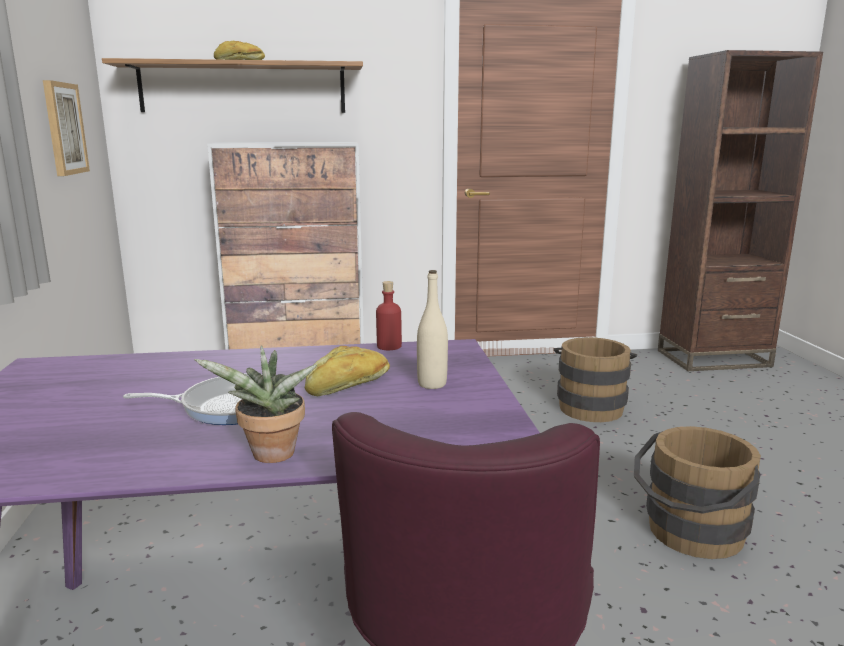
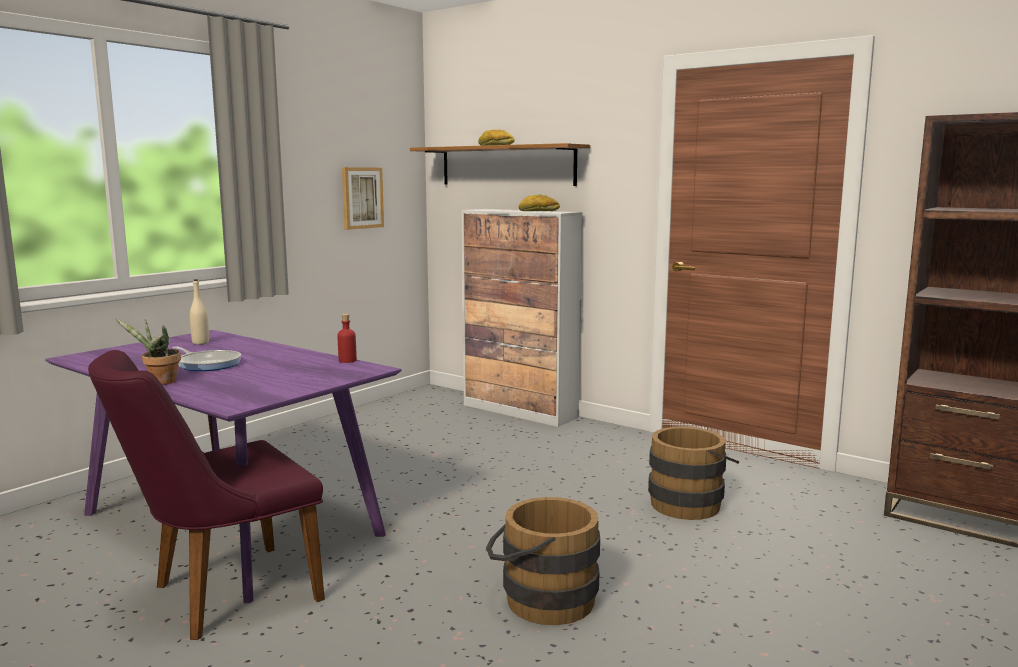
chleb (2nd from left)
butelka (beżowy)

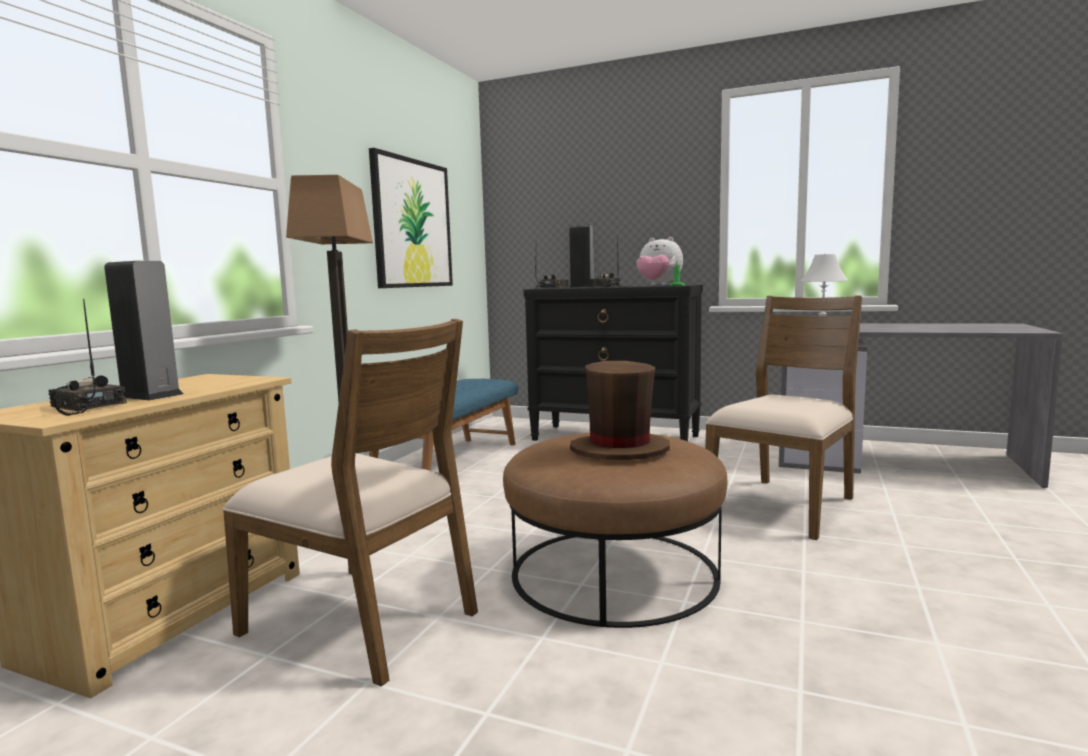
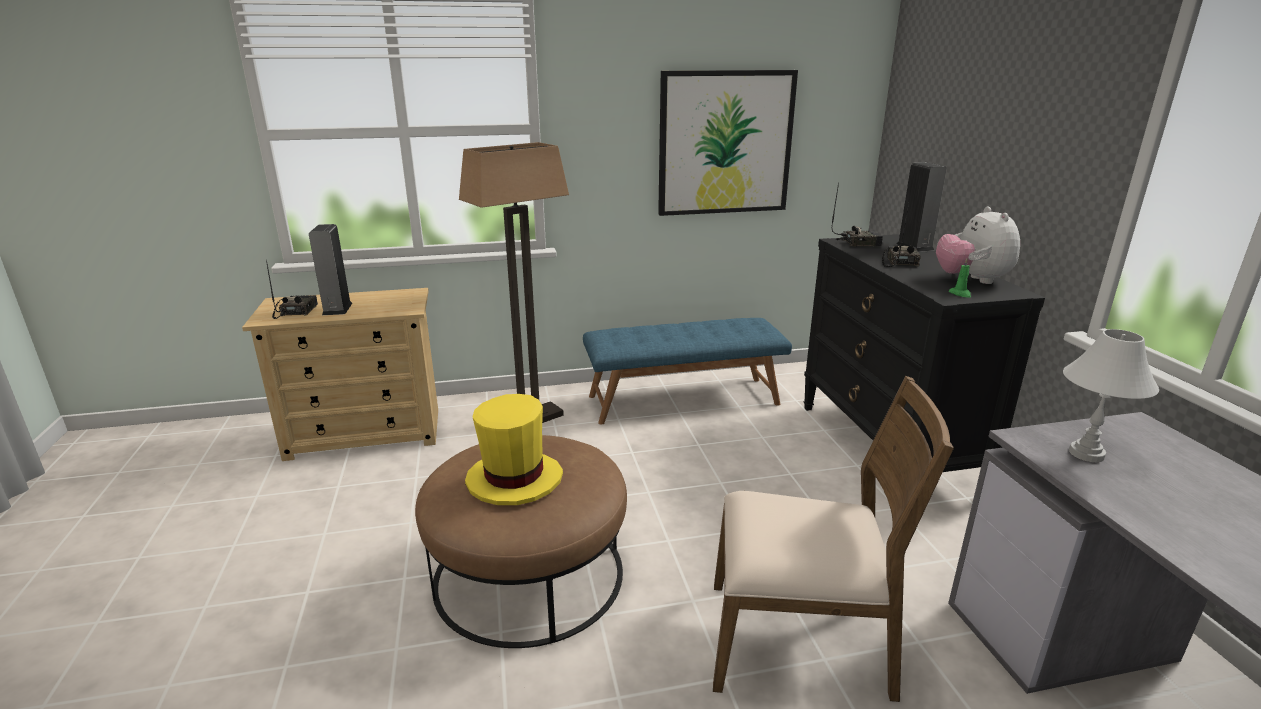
krzesło (brązowy) (1st from left in the first image)
kapelusz (żółty)

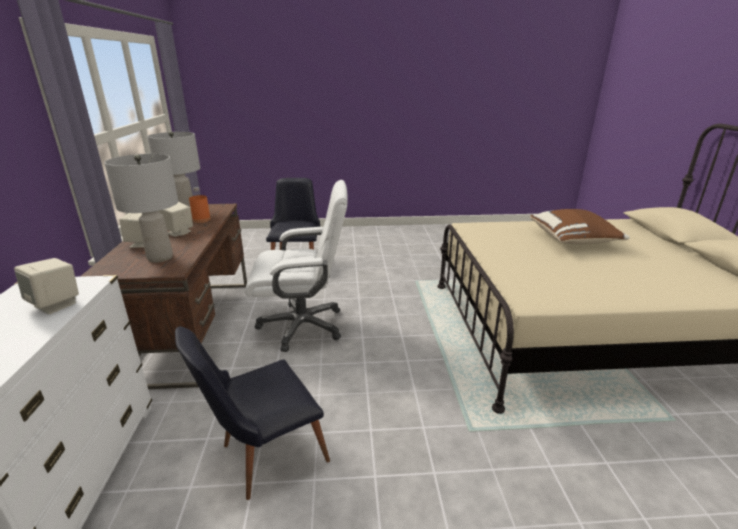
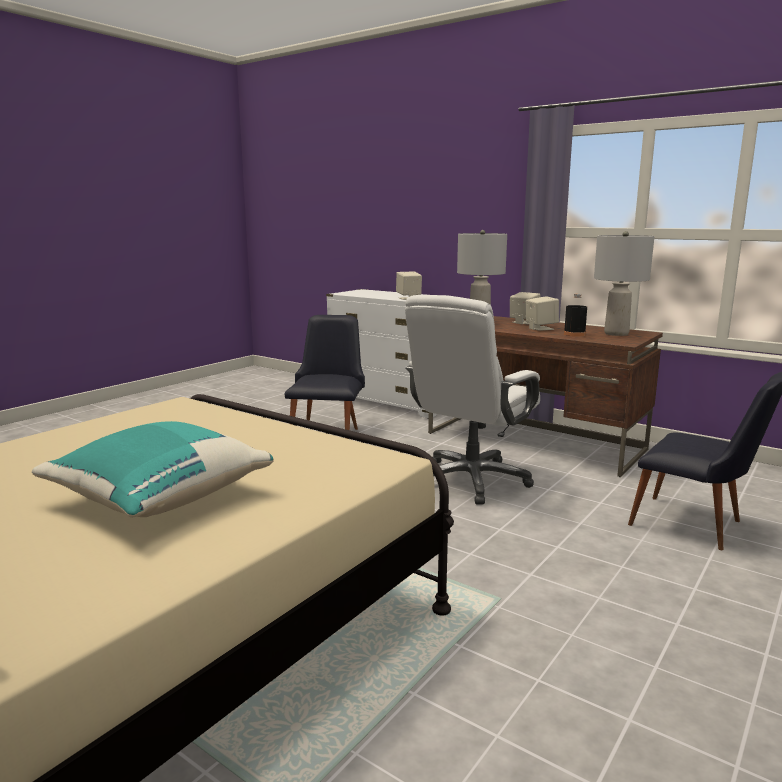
butelka (czarny)
poduszka (turkusowy)

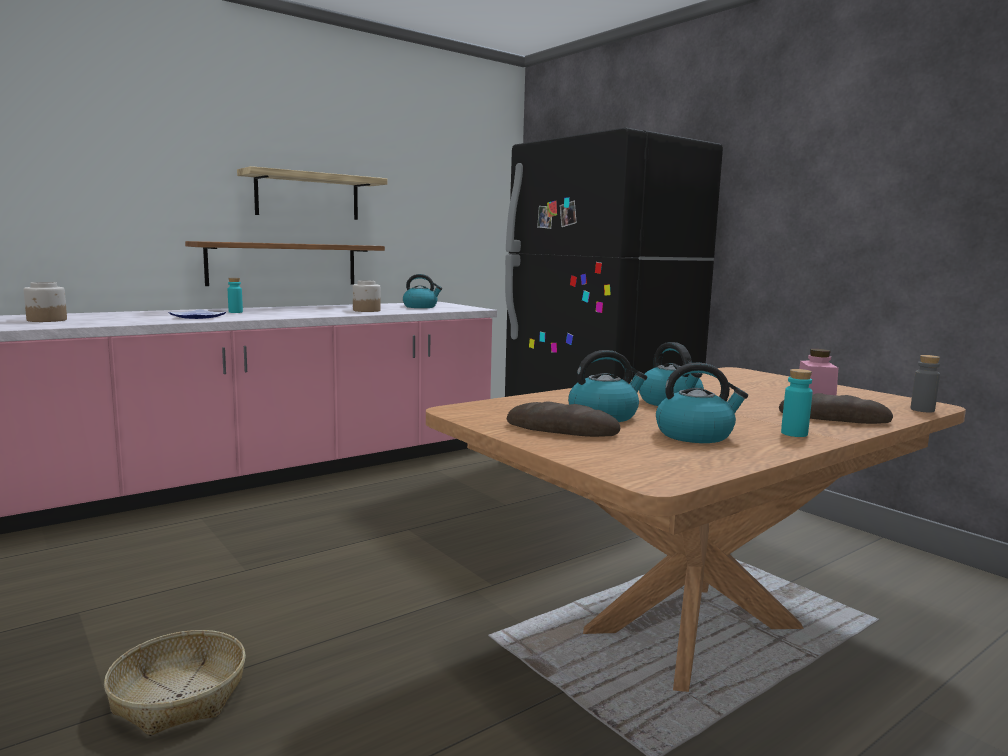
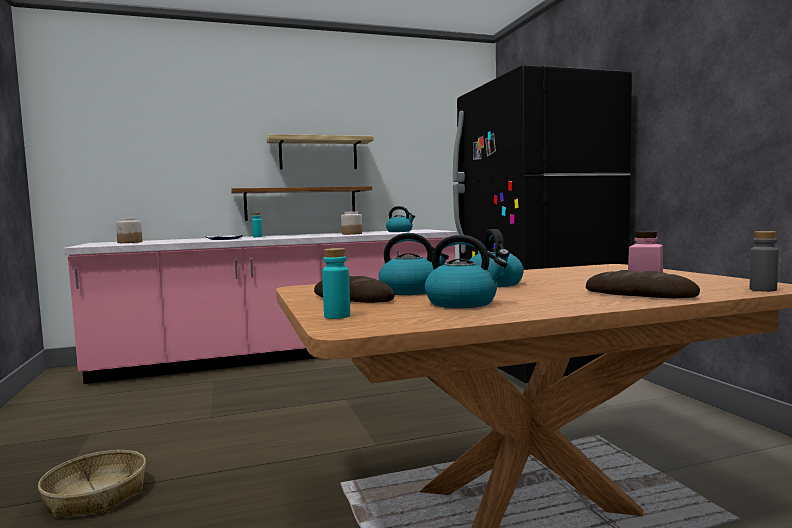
butelka (turkusowy) (2nd from left)

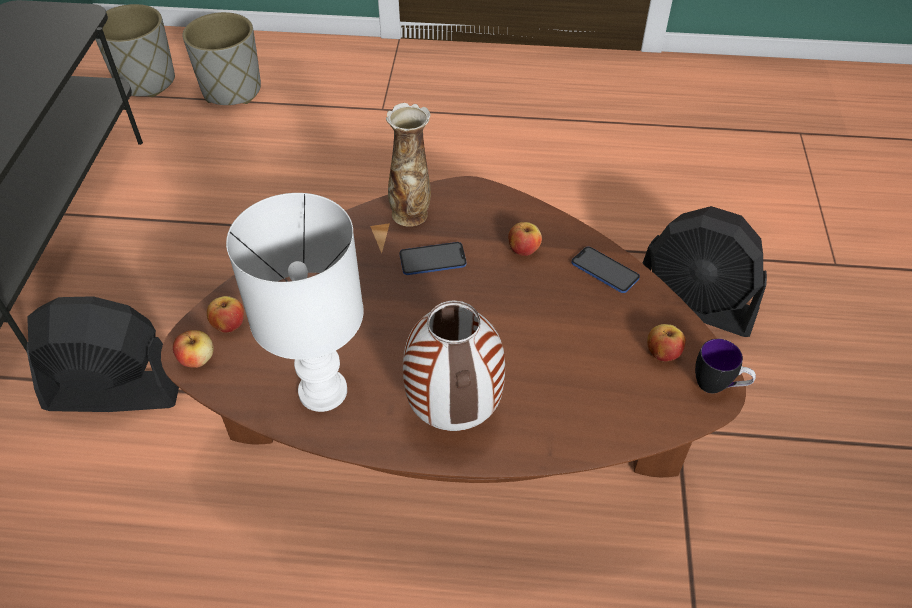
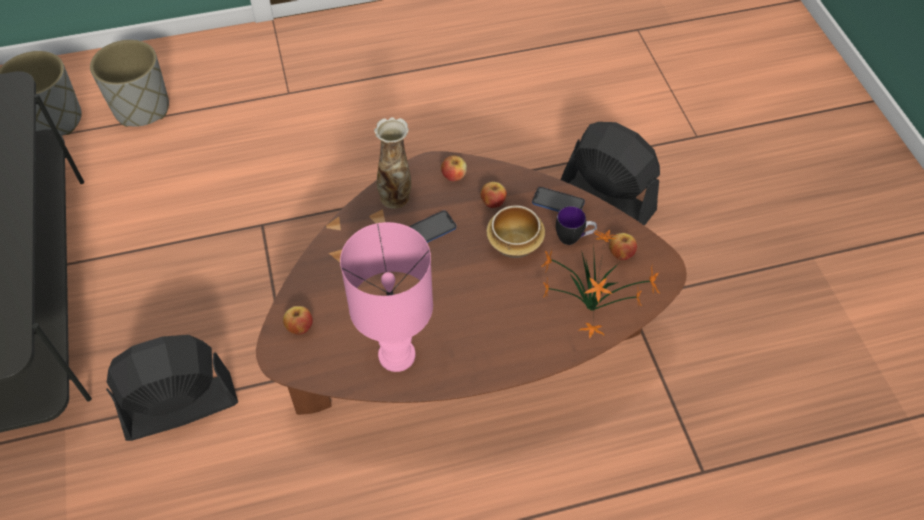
wazon (2nd from left in the first image)
miska
roślina doniczkowa
jabłko (2nd from left)
kubek
lampa stołowa (różowy)
wentylator (czarny) (2nd from left)

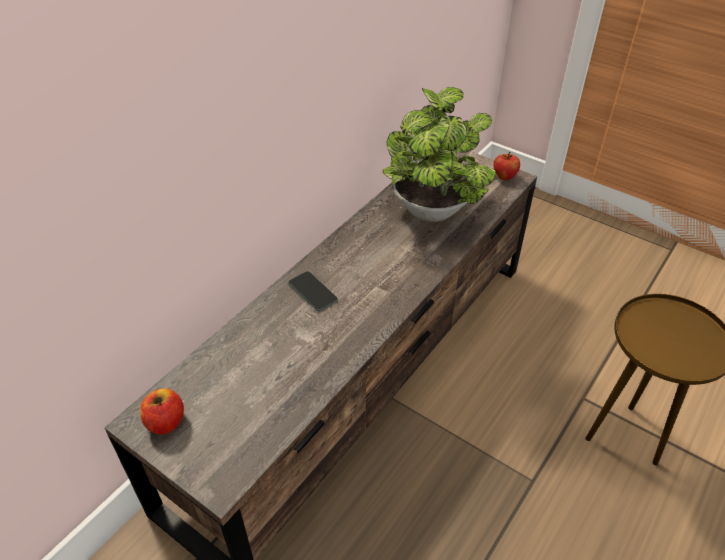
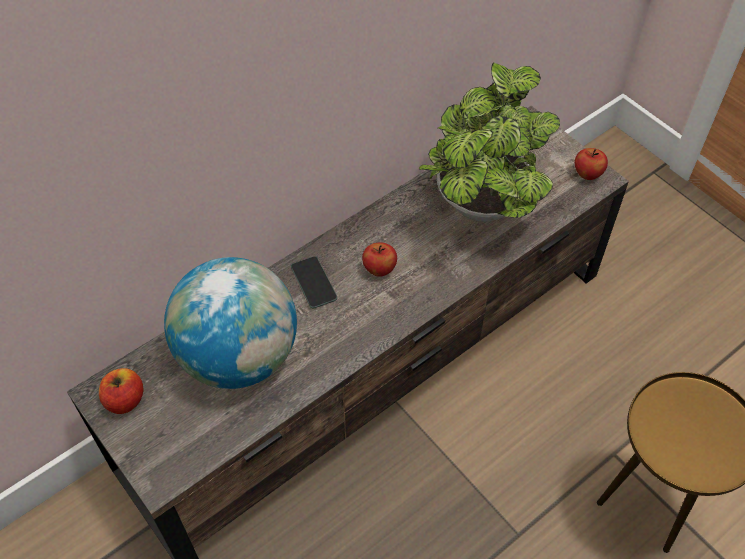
globus
jabłko (2nd from left)

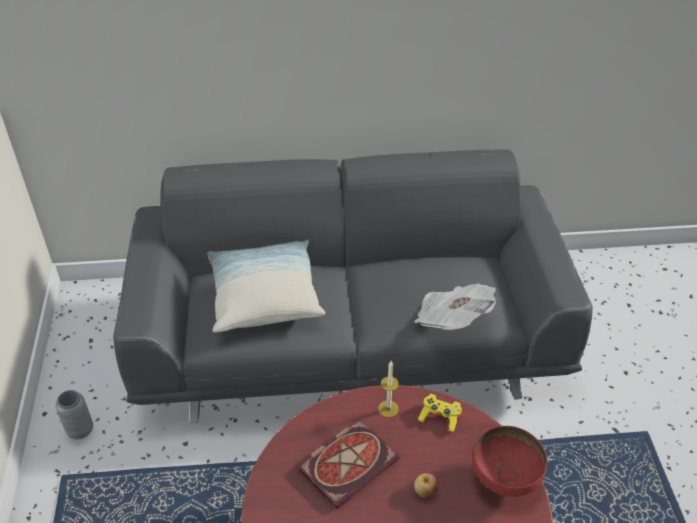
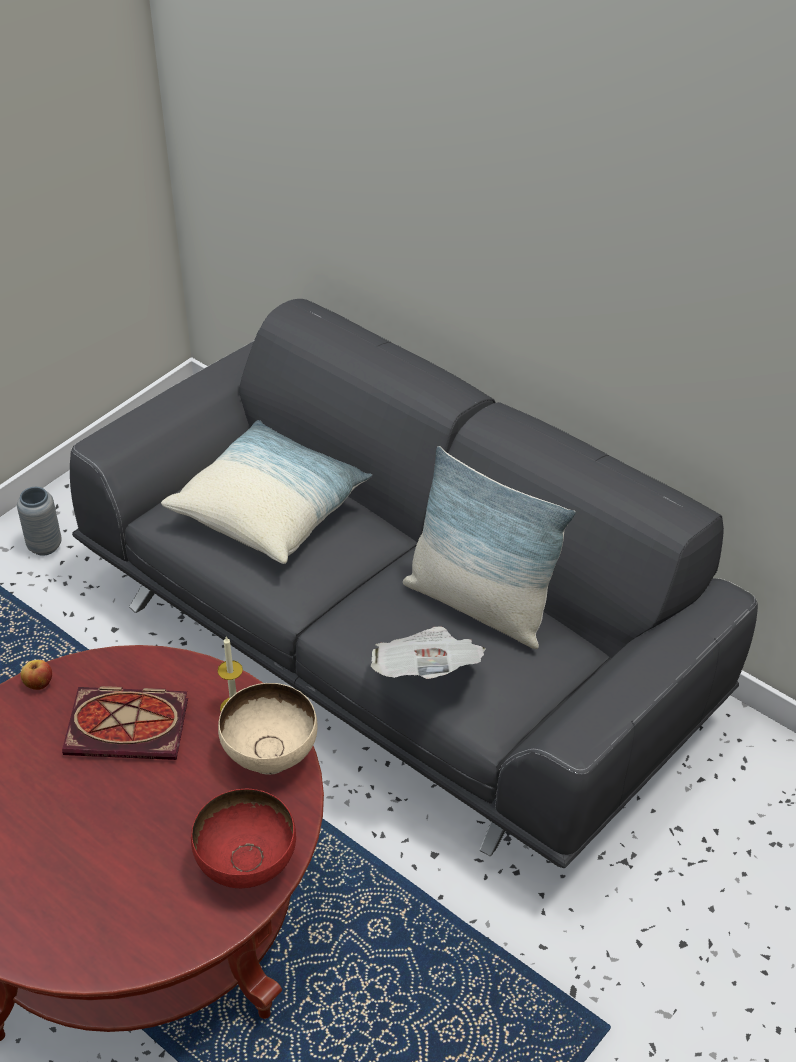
poduszka (2nd from left)
jabłko
miska (beżowy)

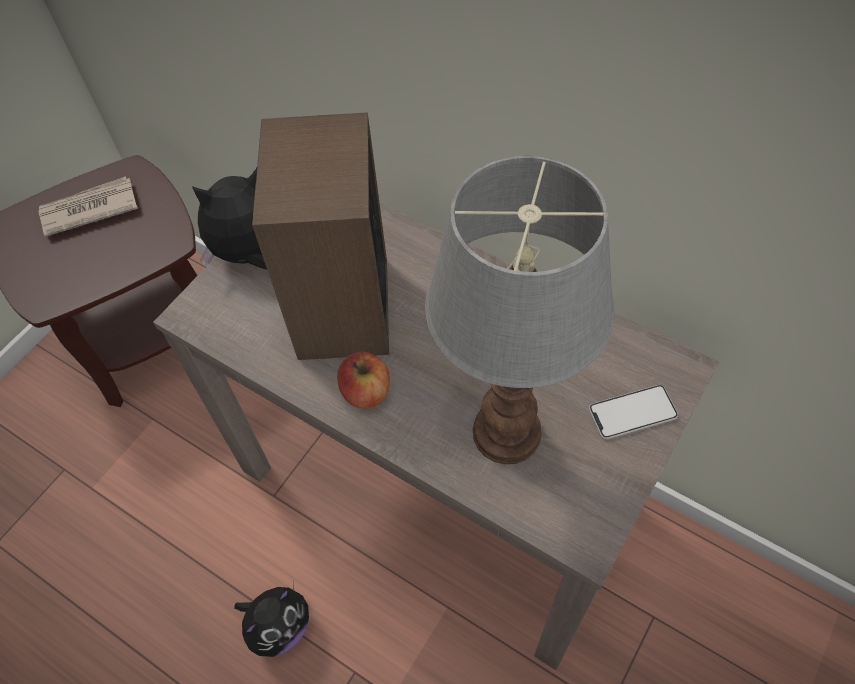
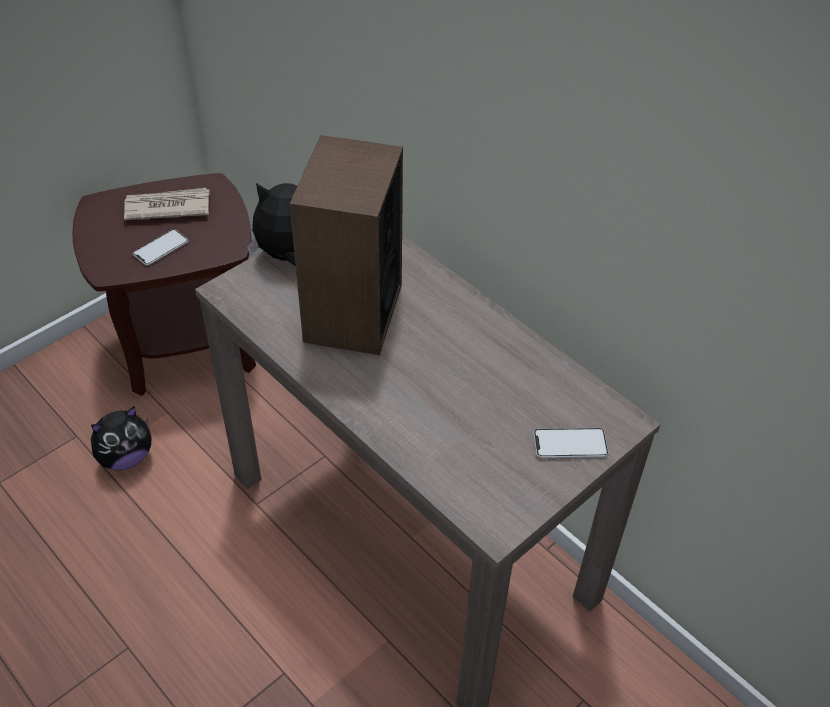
jabłko
lampa stołowa
telefon (1st from left)
pluszak (1st from left)

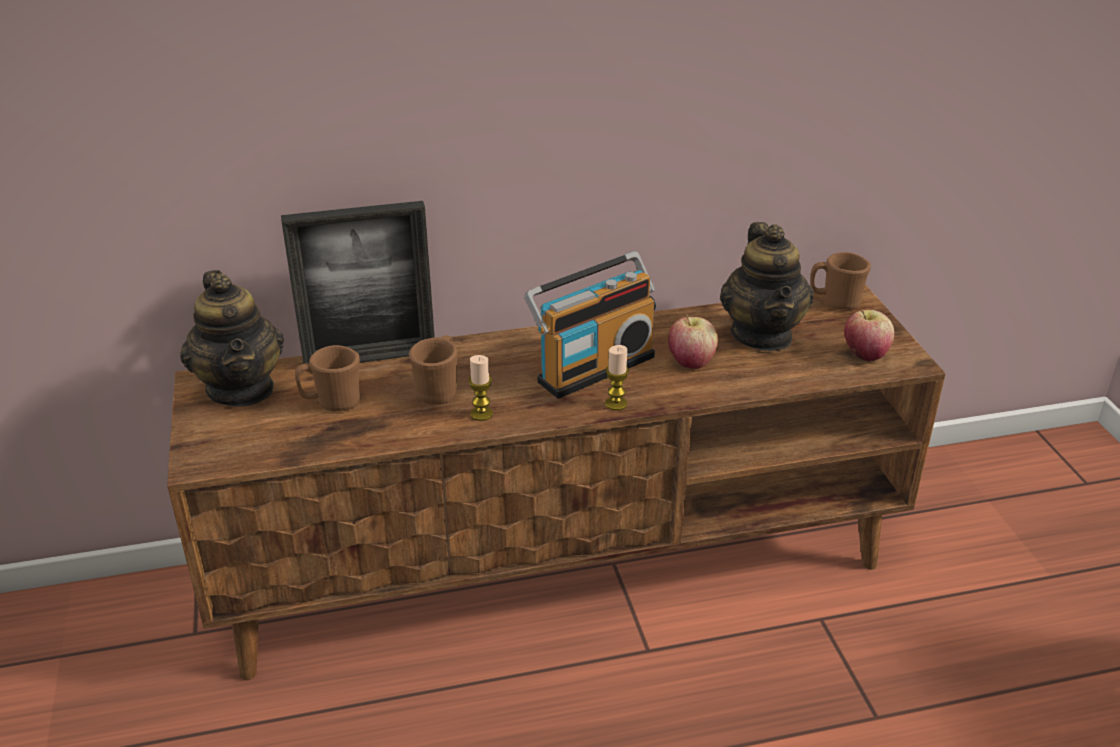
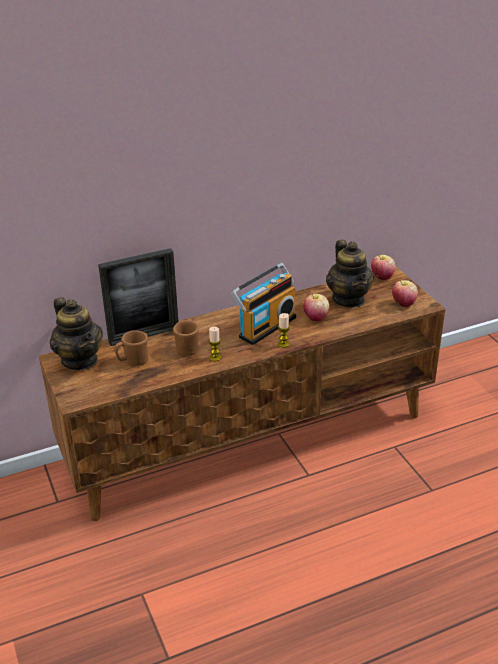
jabłko (2nd from left)

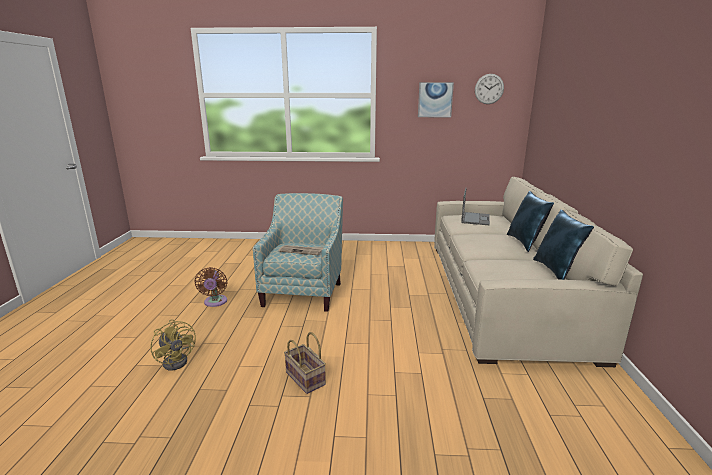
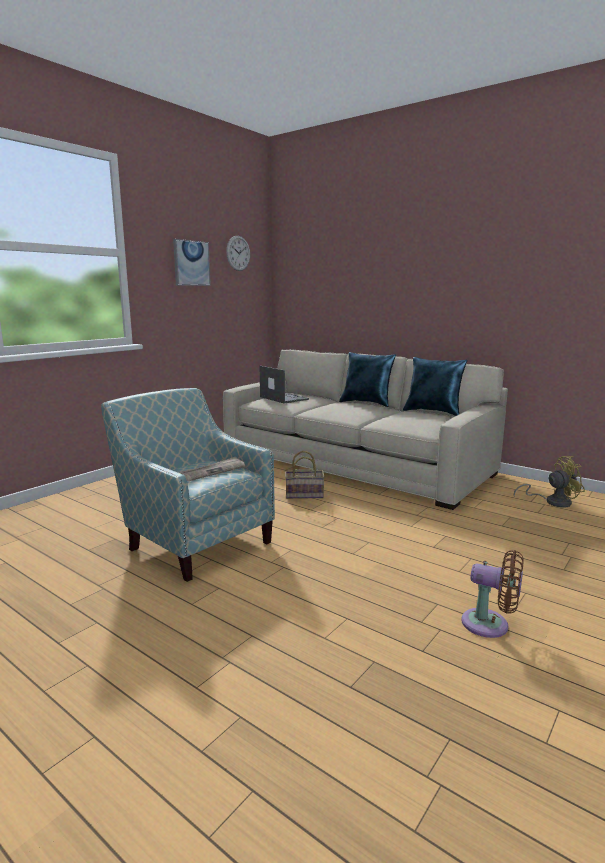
wentylator (żółty)
wentylator (brązowy)
koszyk

